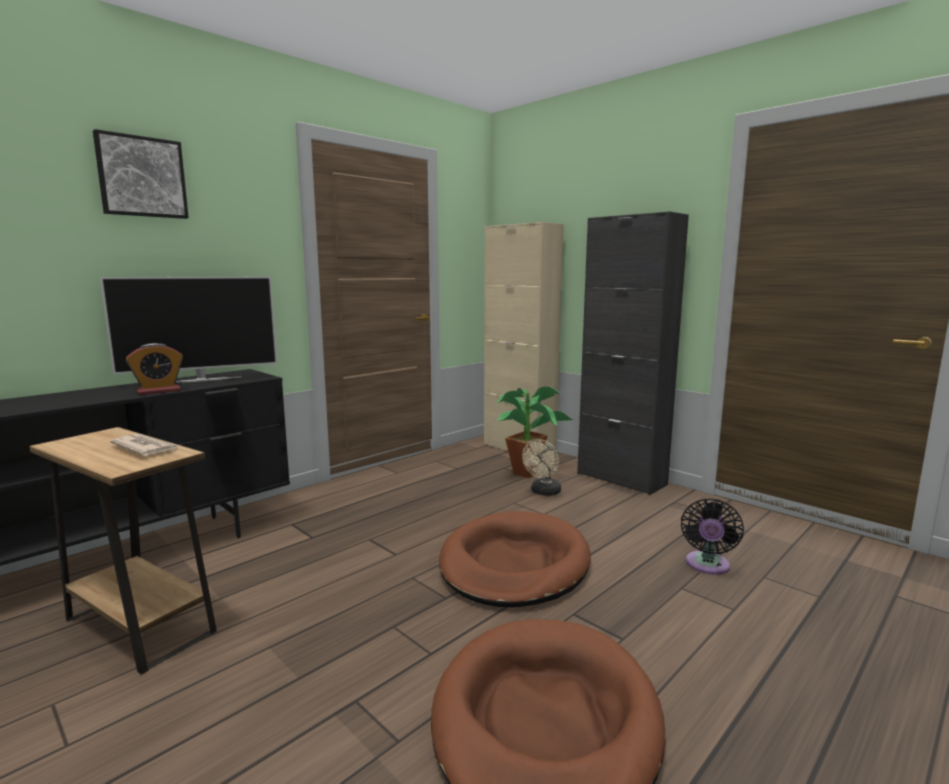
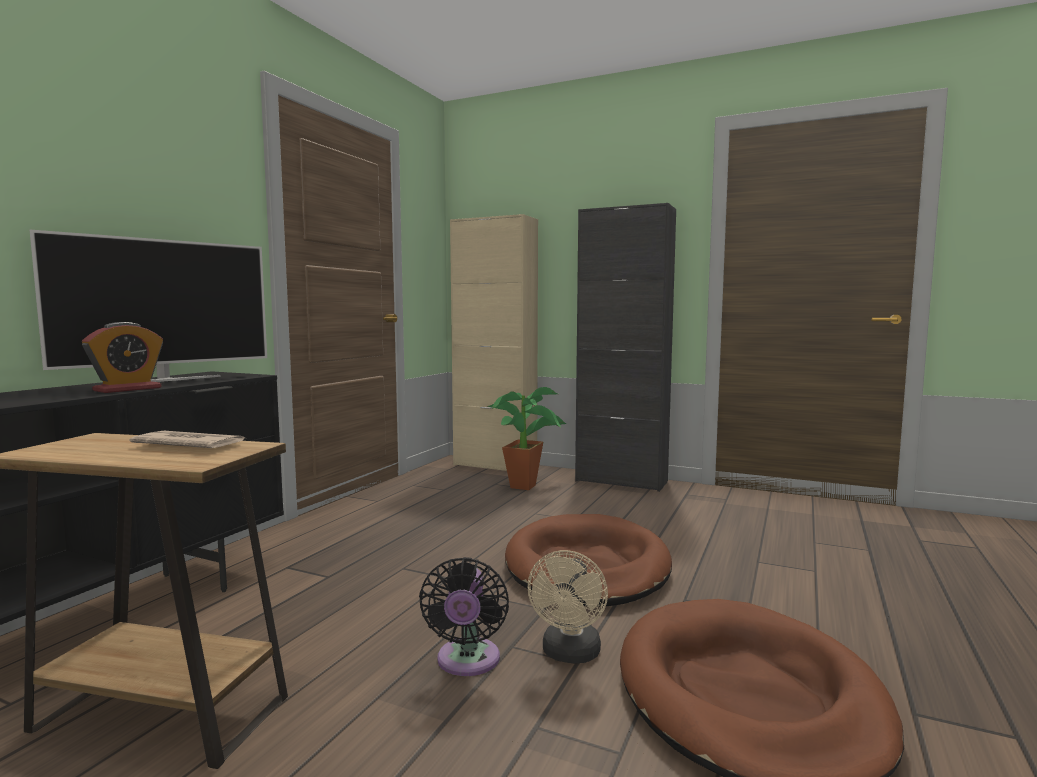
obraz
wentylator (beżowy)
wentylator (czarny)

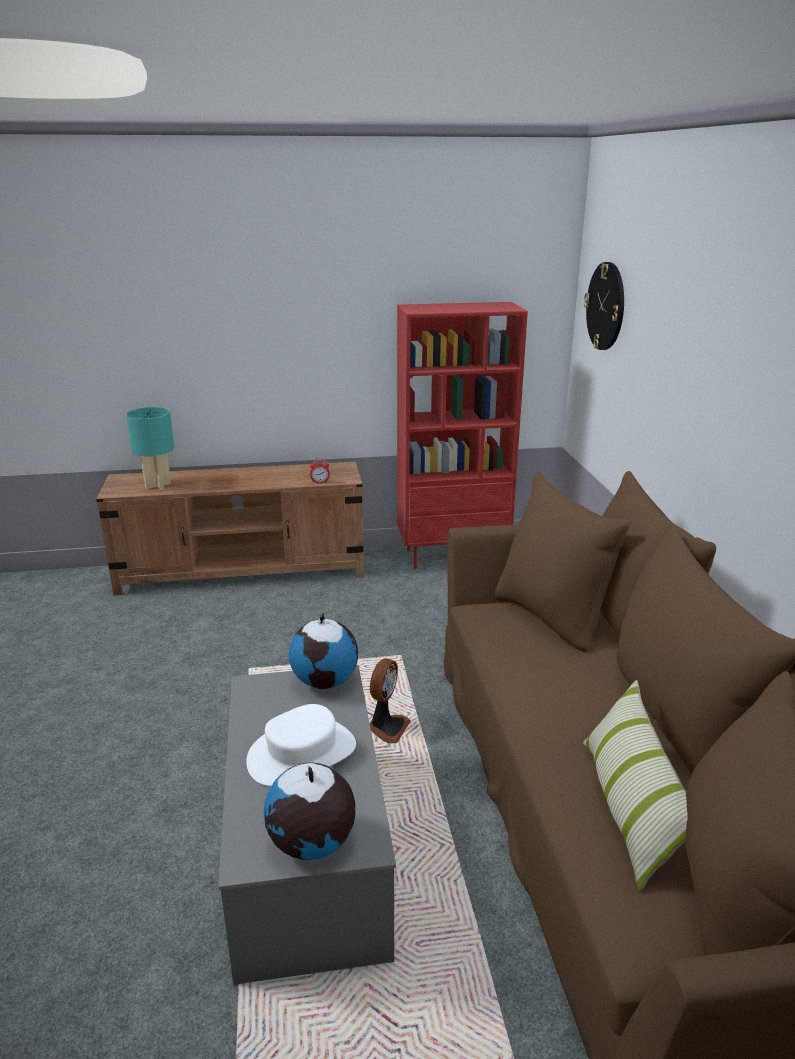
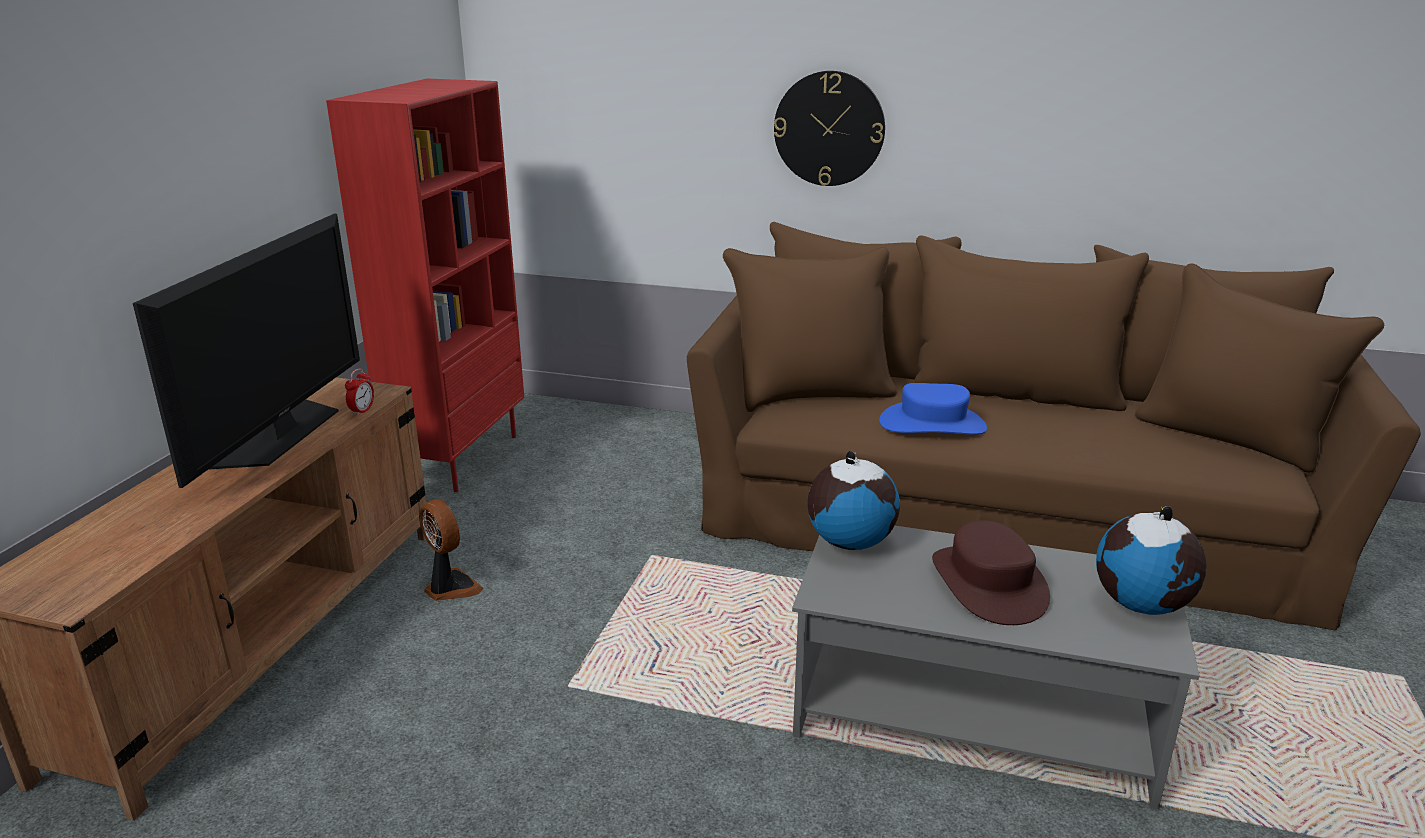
lampa stołowa (turkusowy)
poduszka
telewizor
kapelusz (niebieski)
wentylator
zegar ścienny
kapelusz (brązowy)

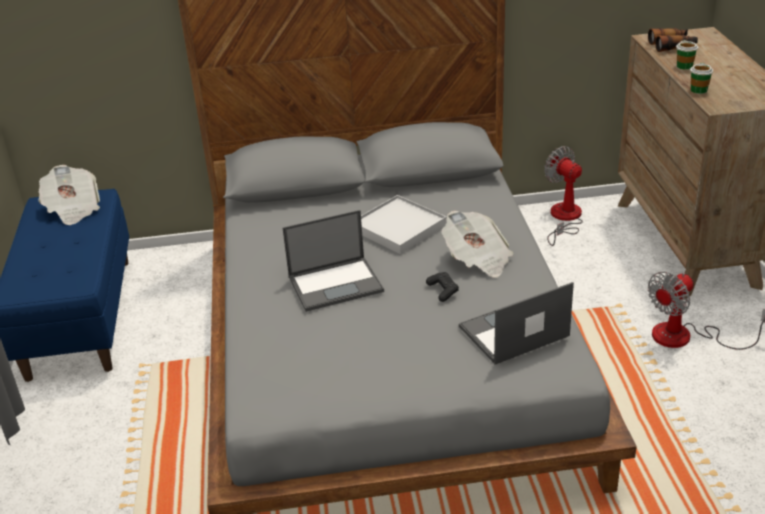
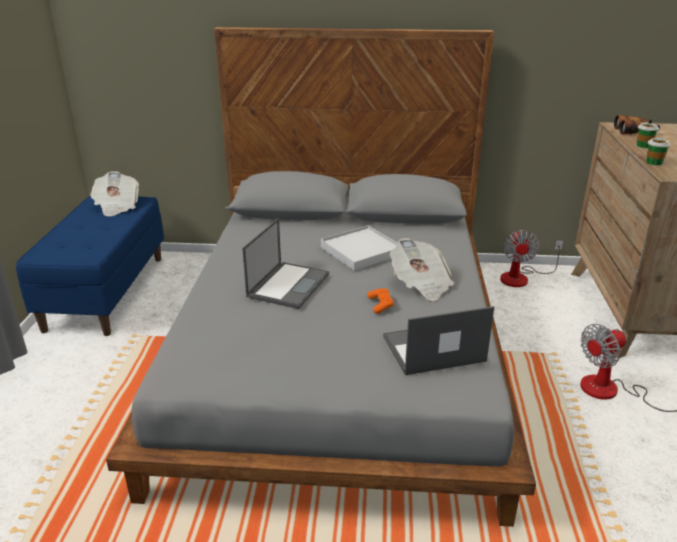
pad do gier (pomarańczowy)
laptop (1st from left)
wentylator (1st from left)

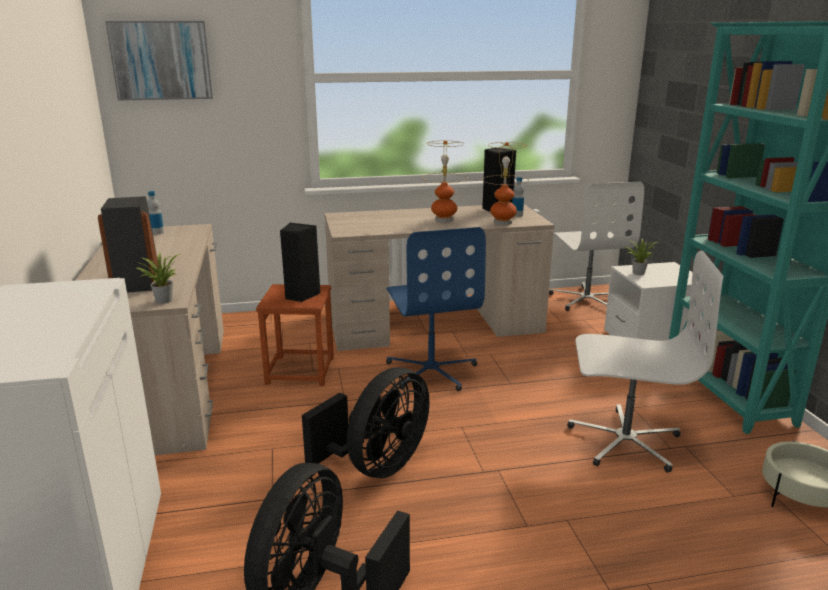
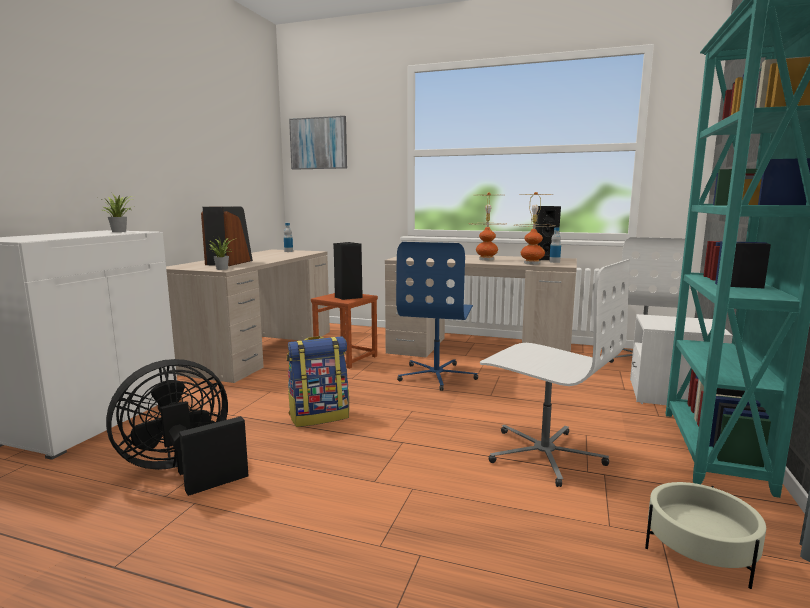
roślina doniczkowa (1st from left)
plecak

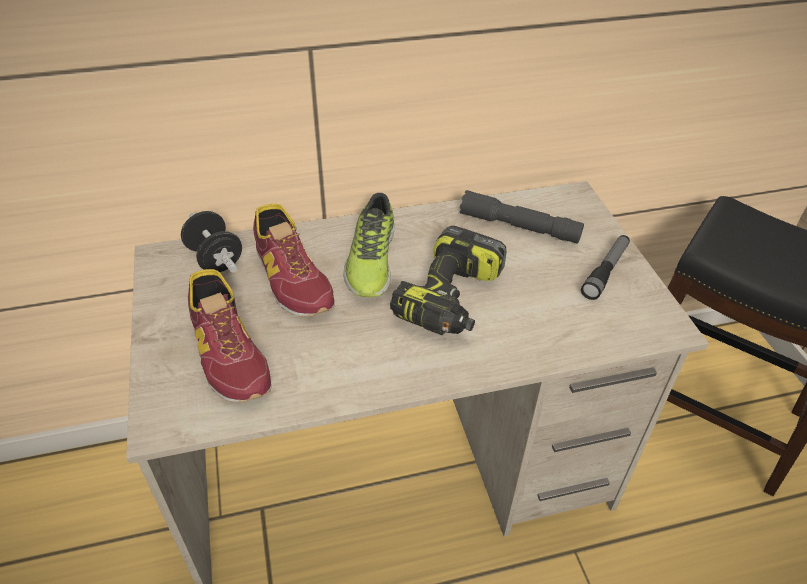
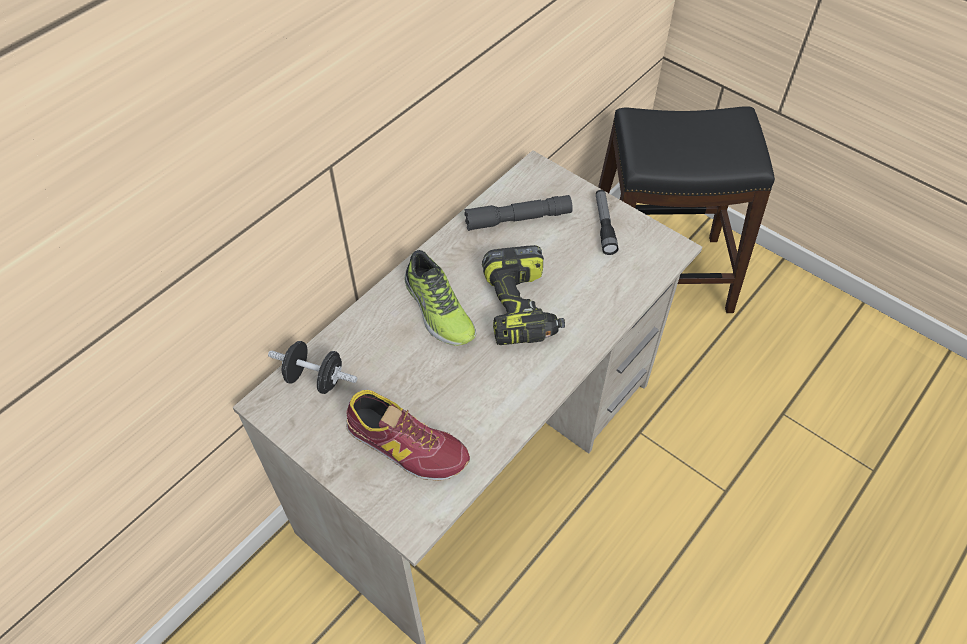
but (2nd from left in the first image)

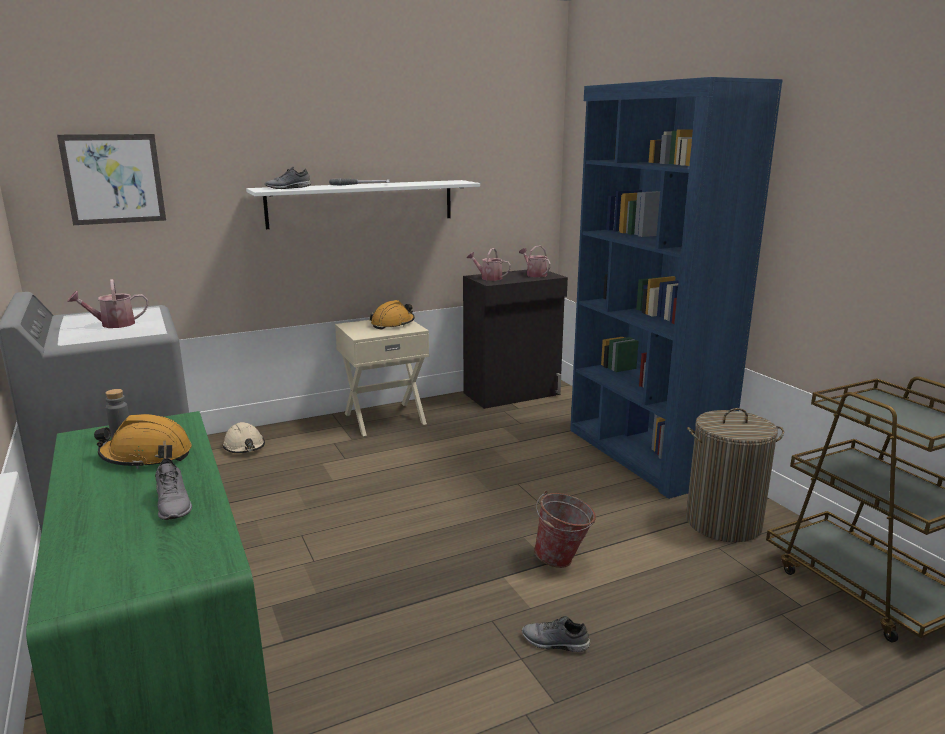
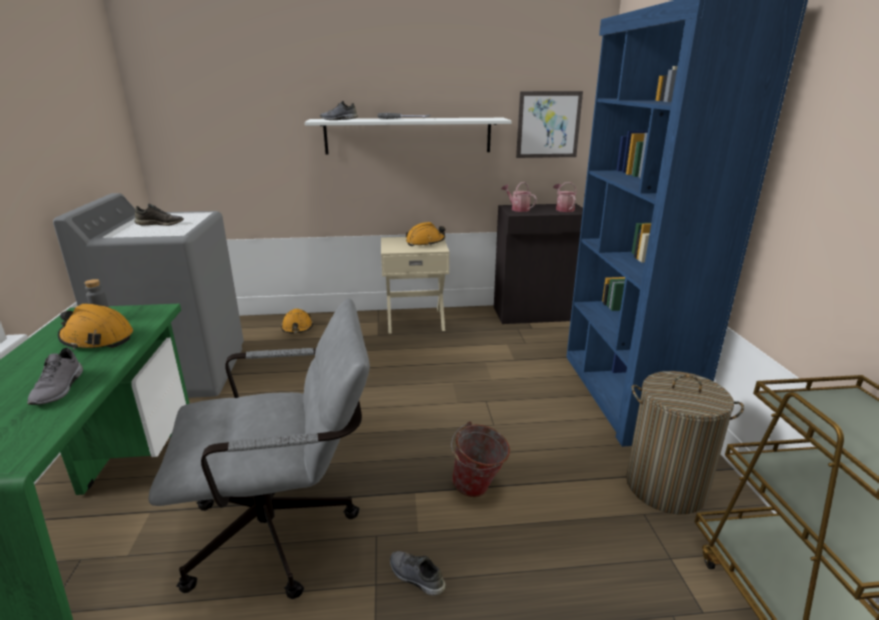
krzesło biurowe (szary)
obraz
but (szary) (2nd from left)
kask (pomarańczowy) (2nd from left)

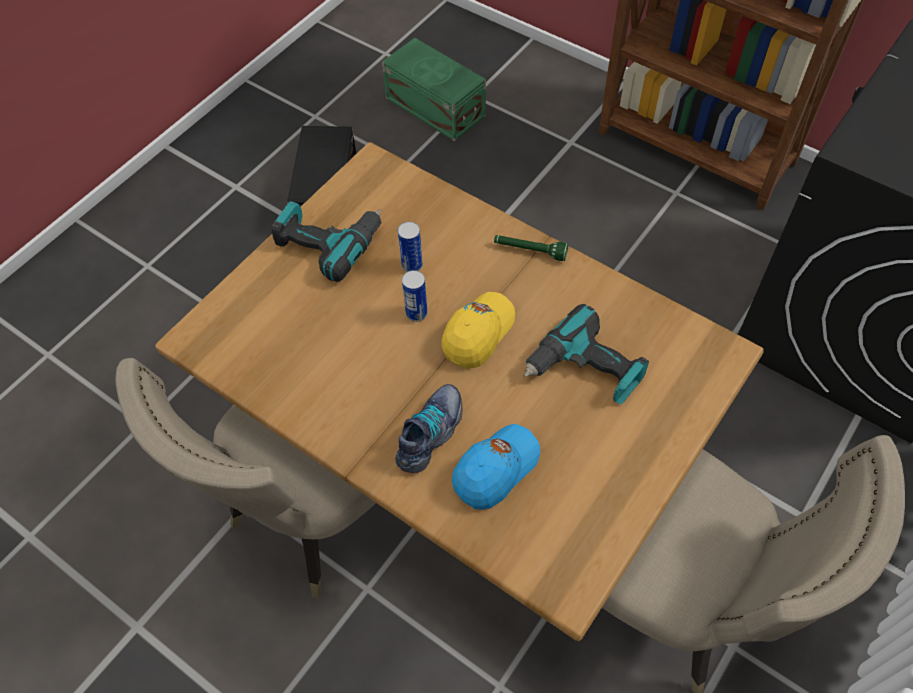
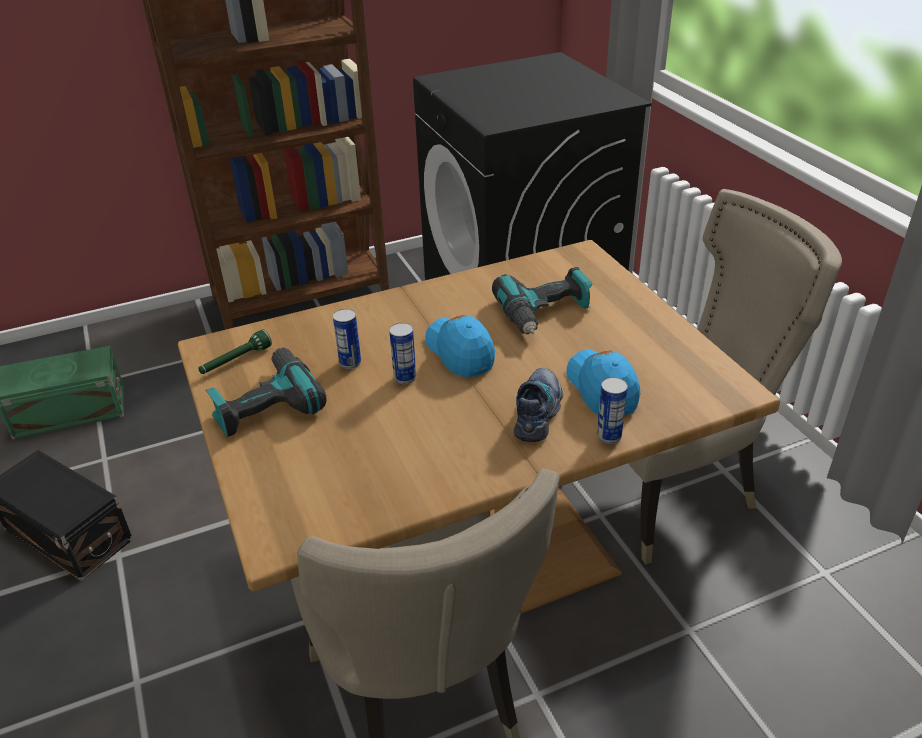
puszka (3rd from left)
latarka (zielony)
czapka z daszkiem (niebieski) (1st from left)
but

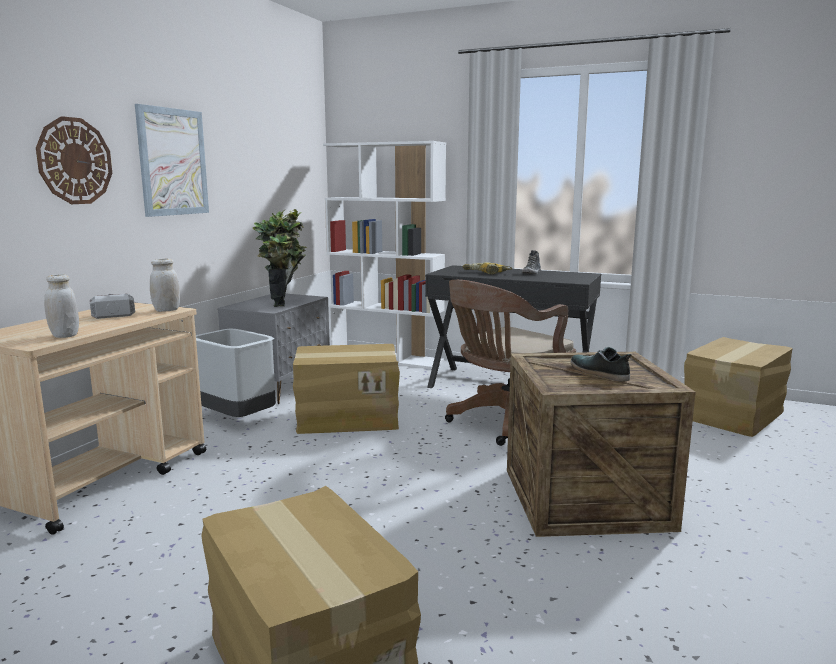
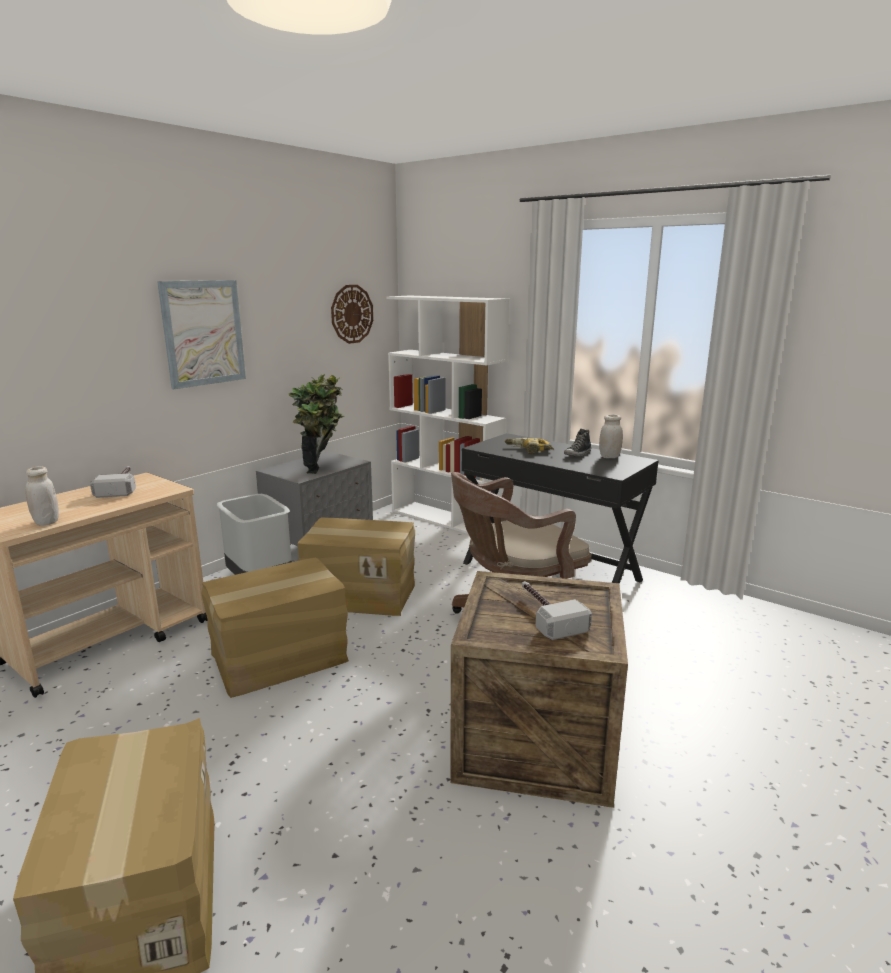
zegar ścienny
słoik (biały) (2nd from left)
karton (2nd from left)
młotek (2nd from left)

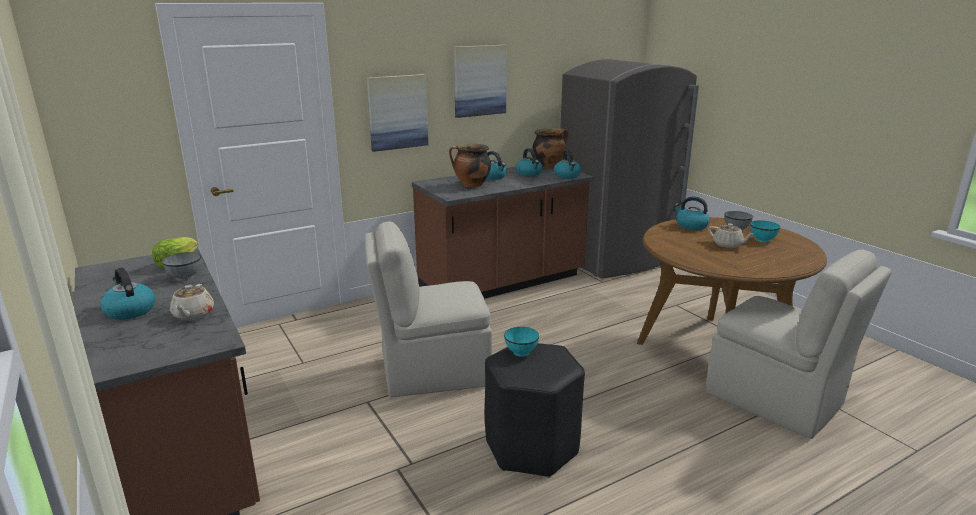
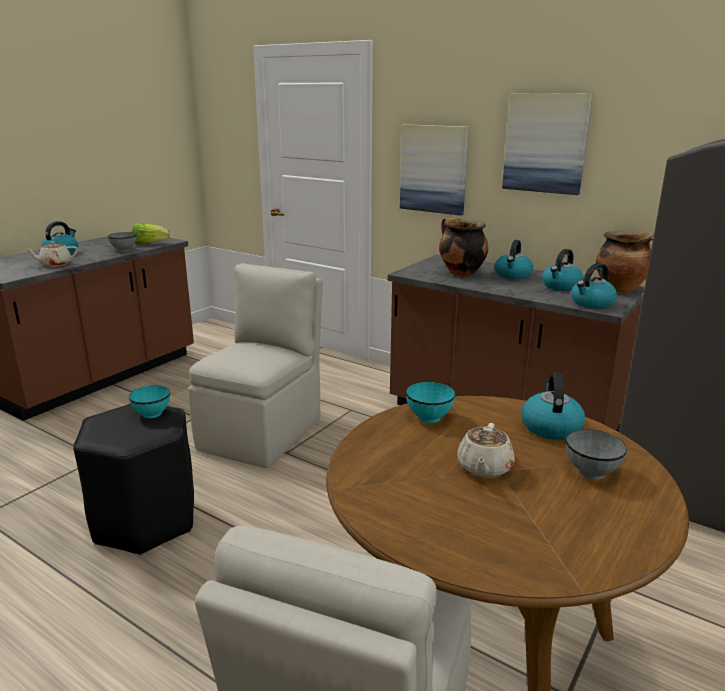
miska (turkusowy) (2nd from left)
krzesło (beżowy) (1st from left)

